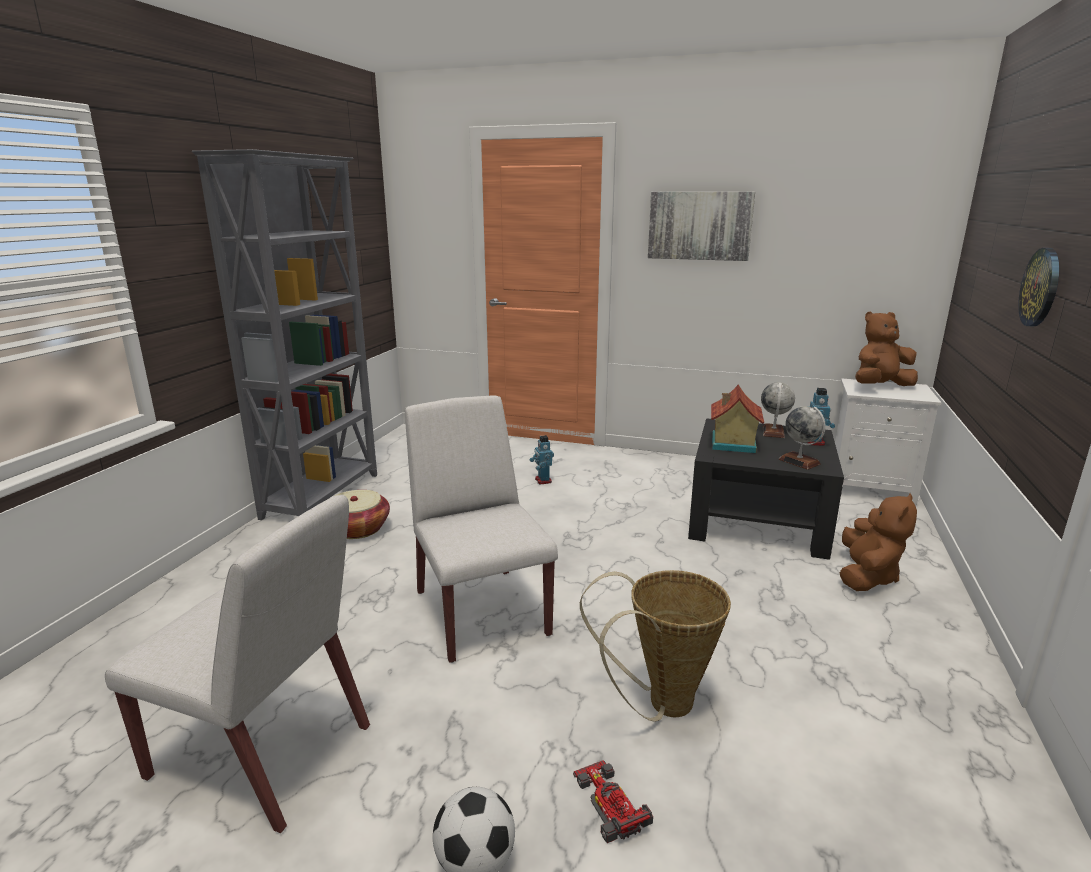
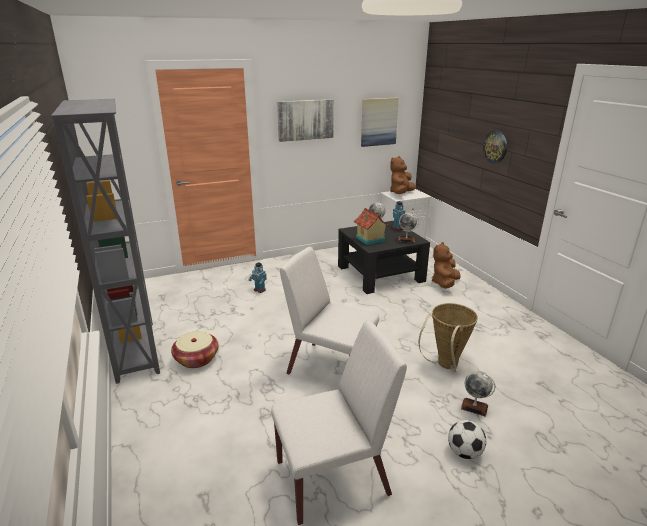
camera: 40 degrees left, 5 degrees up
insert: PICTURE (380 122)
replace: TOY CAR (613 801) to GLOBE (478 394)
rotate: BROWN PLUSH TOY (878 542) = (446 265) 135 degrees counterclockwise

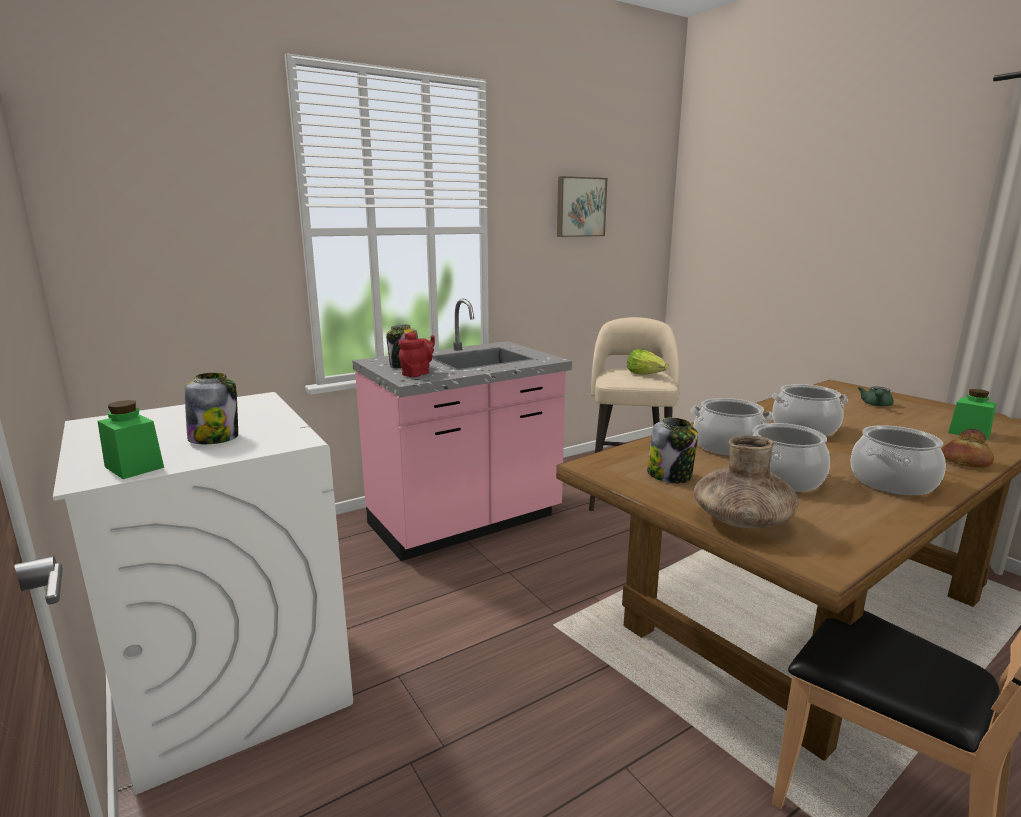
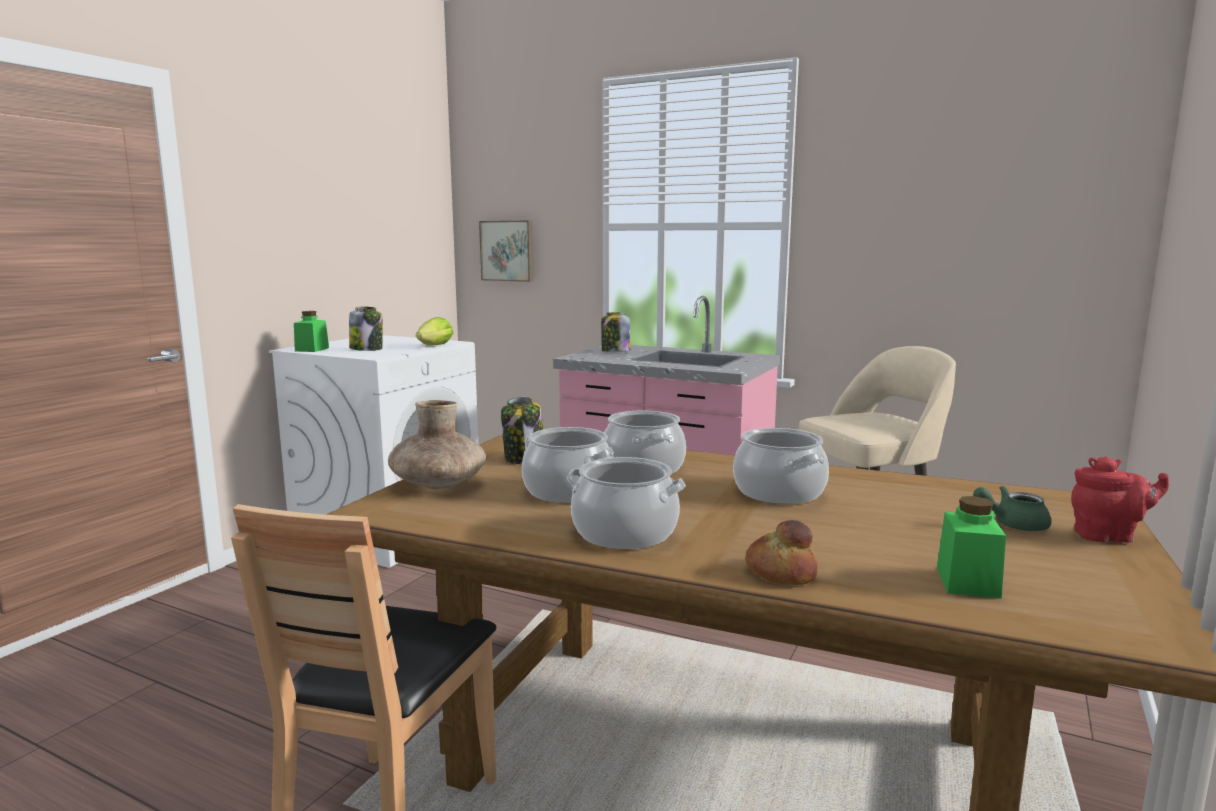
camera: 60 degrees right, 5 degrees down
move: RED TEAPOT (417 354) to (1120 499); PICTURE (582 206) to (506 251); LETTUCE (647 362) to (434 331)

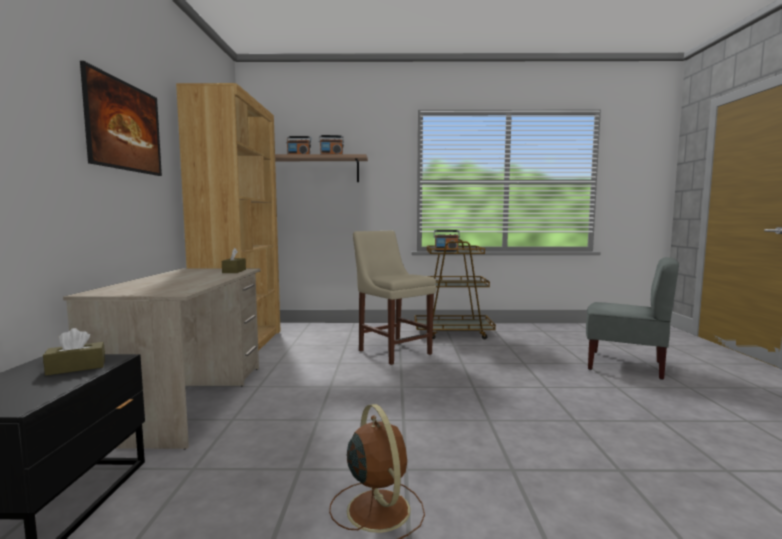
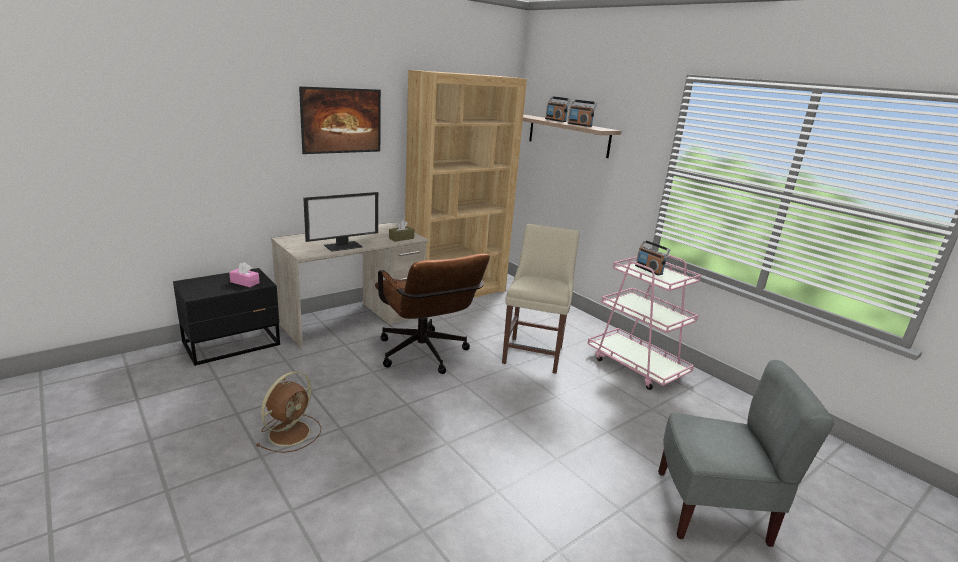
camera: 50 degrees right, 15 degrees up
insert: MONITOR (340 222); BROWN OFFICE CHAIR (432 314)
recolor: BROWN TISSUE BOX (74 352) to PINK TISSUE BOX (244 274); BROWN CART (455 289) to PINK CART (644 321)
rotate: GREY CHAIR (632 318) = (746 453) 75 degrees counterclockwise

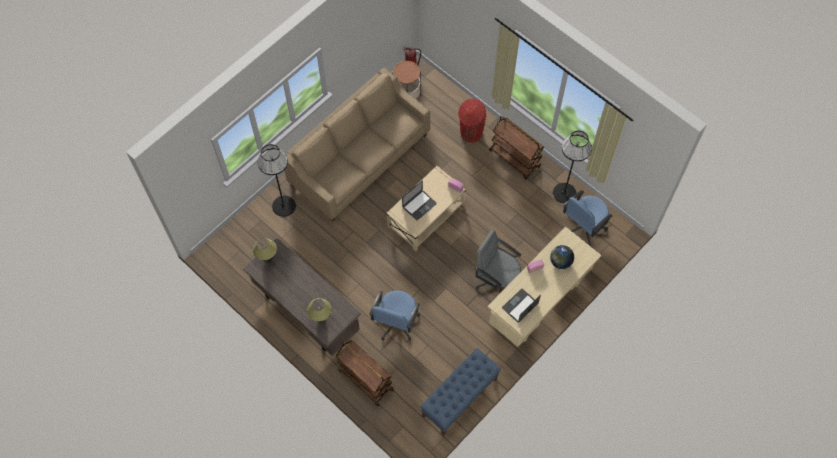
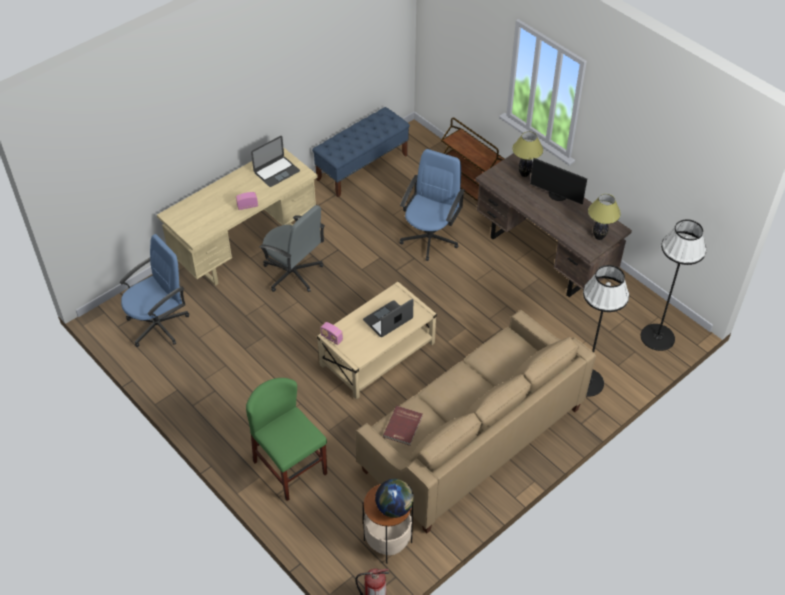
camera: 175 degrees left, 15 degrees down
delete: BROWN CART (516 148)
insert: RED BOOK (403 426); MONITOR (558 181)
move: GLOBE (562 257) to (394 498); BLACK FLOOR LAMP (572 167) to (673 285)
replace: RED TRASH CAN (472 121) to GREEN CHAIR (286 439)

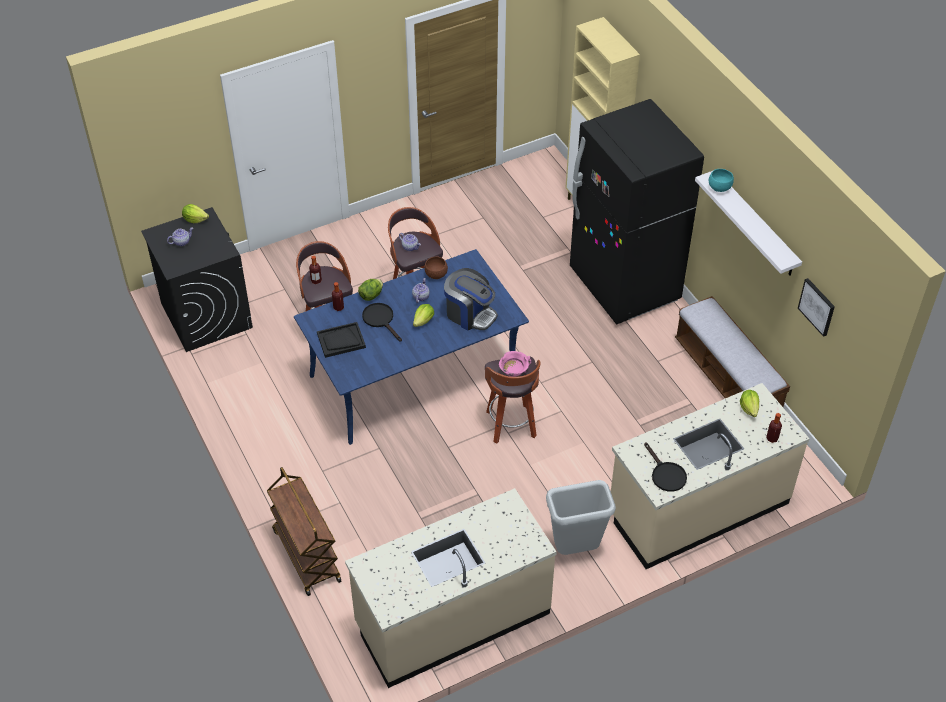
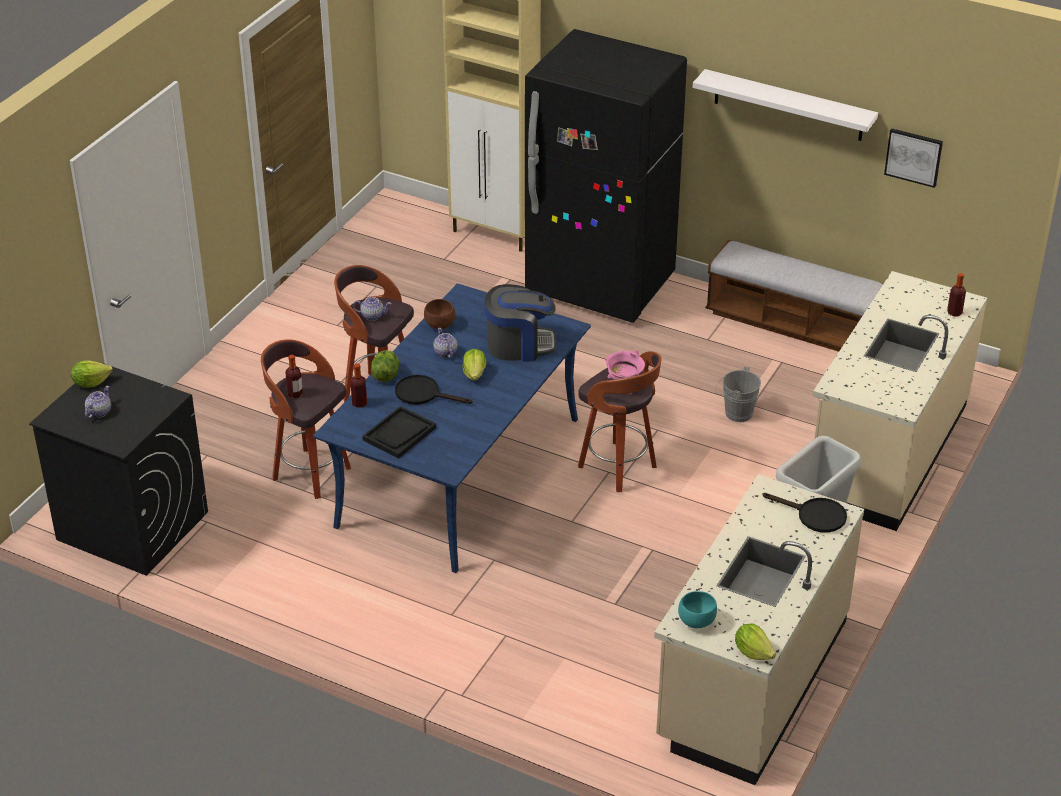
camera: 35 degrees left, 10 degrees down
delete: BROWN CART (304 531)
insert: GREY BUCKET (738 394)
move: BLACK FRYING PAN (665 467) to (805 513); TURQUOISE BOWL (721 180) to (697 609); LETTUCE (749 403) to (755 642)

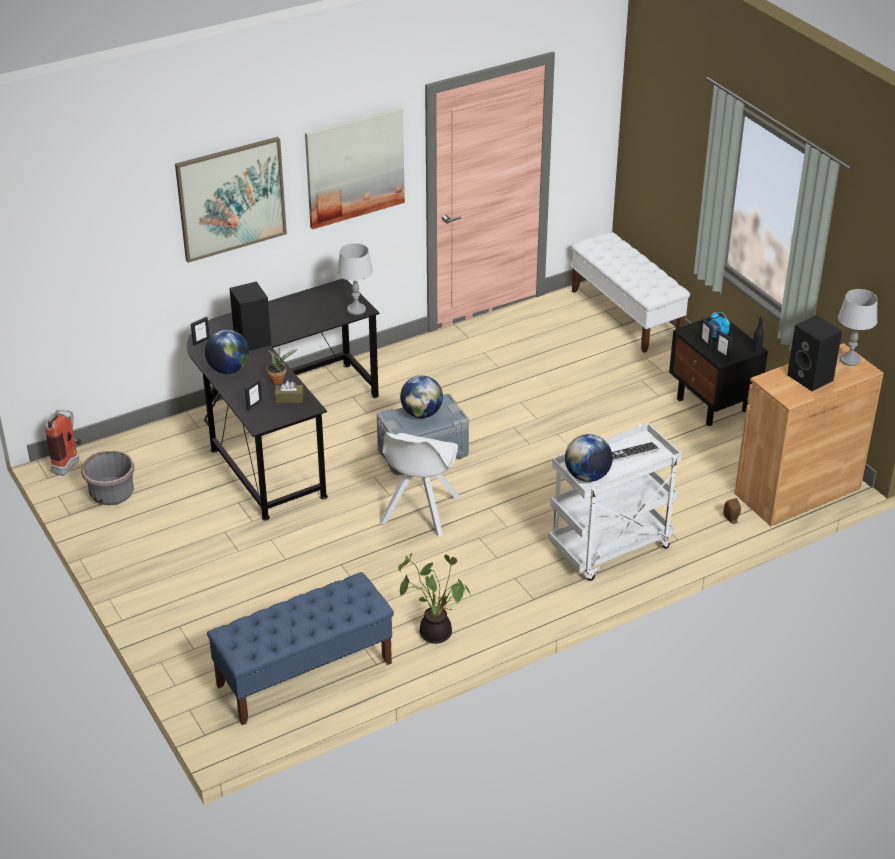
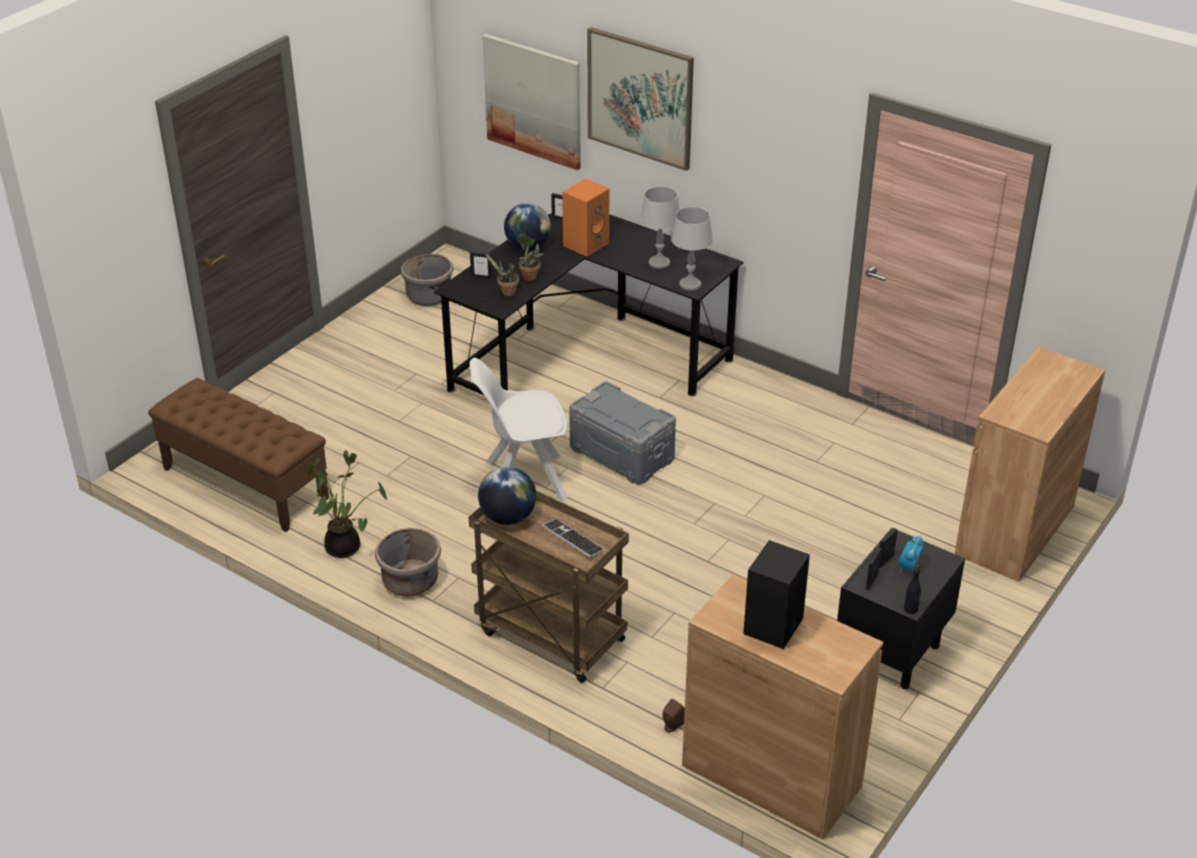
camera: 65 degrees right, 0 degrees up
delete: FIRE EXTINGUISHER (63 442); GLOBE (421 396)
insert: GREY PLANTER (408 562)
move: PICTURE (355 168) to (531 102); GREY TABLE LAMP (858 327) to (660 227)
replace: BROWN TISSUE BOX (289 391) to POTTED PLANT (502 274); WHITE BENCH (630 292) to BROWN CABINET (1029 464)
recolor: BLUE BENCH (300 648) to BROWN BENCH (238 455); BLACK SPEAKER (250 316) to ORANGE SPEAKER (585 217); WHITE CART (615 502) to BROWN CART (549 587)

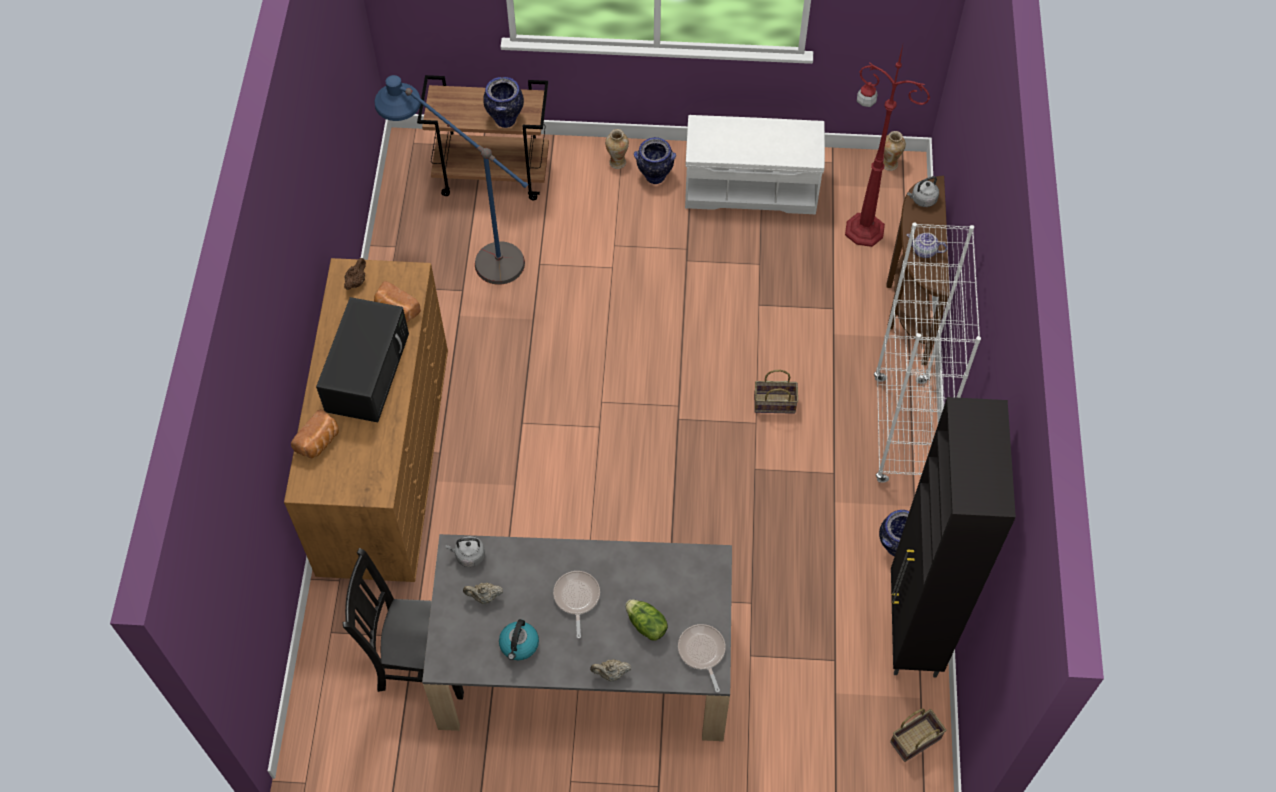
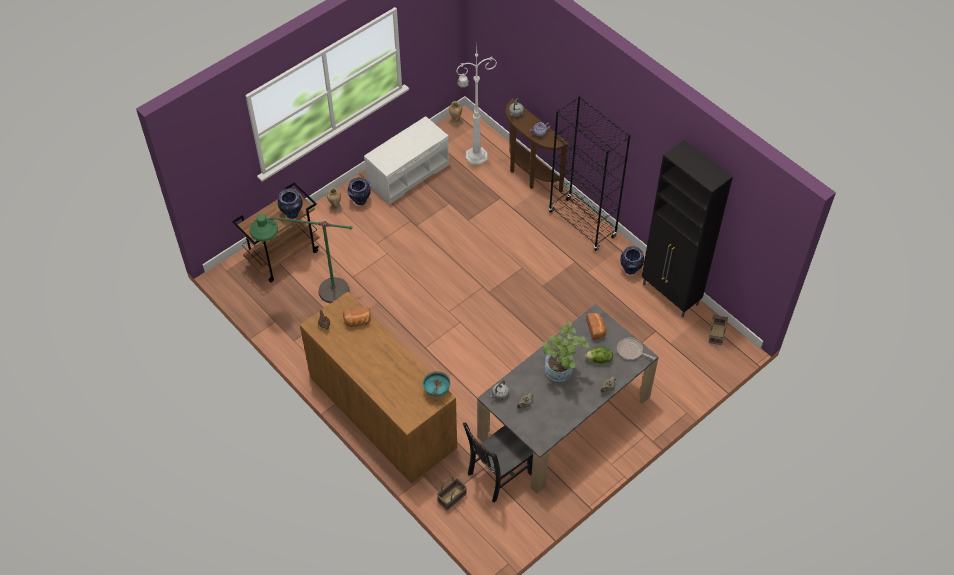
camera: 45 degrees left, 5 degrees down
delete: BLACK MICROWAVE (362 359); KETTLE (519 639)
insert: TURQUOISE BOWL (437 384)
move: BREAD (315 434) to (596 326); BASKET (776 392) to (452 493)
replace: FRYING PAN (576 604) to POTTED PLANT (566 351)
recolor: BLUE FLOOR LAMP (451 179) to GREEN FLOOR LAMP (301 258); RED FLOOR LAMP (887 146) to WHITE FLOOR LAMP (476 104); WHITE BOOKCASE (927 352) to BLACK BOOKCASE (590 173)

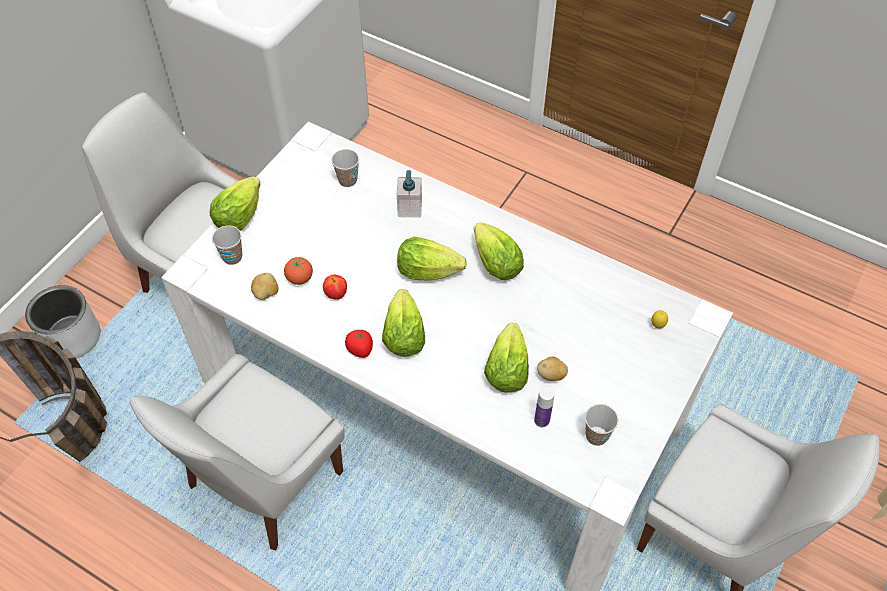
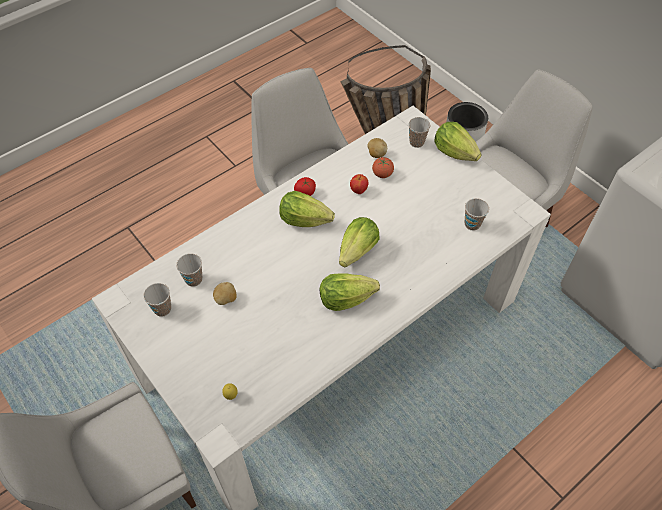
camera: 110 degrees right, 0 degrees up
delete: SOAP DISPENSER (409 194); LETTUCE (506 358)
replace: BOTTLE (544 407) to CUP (189 270)

